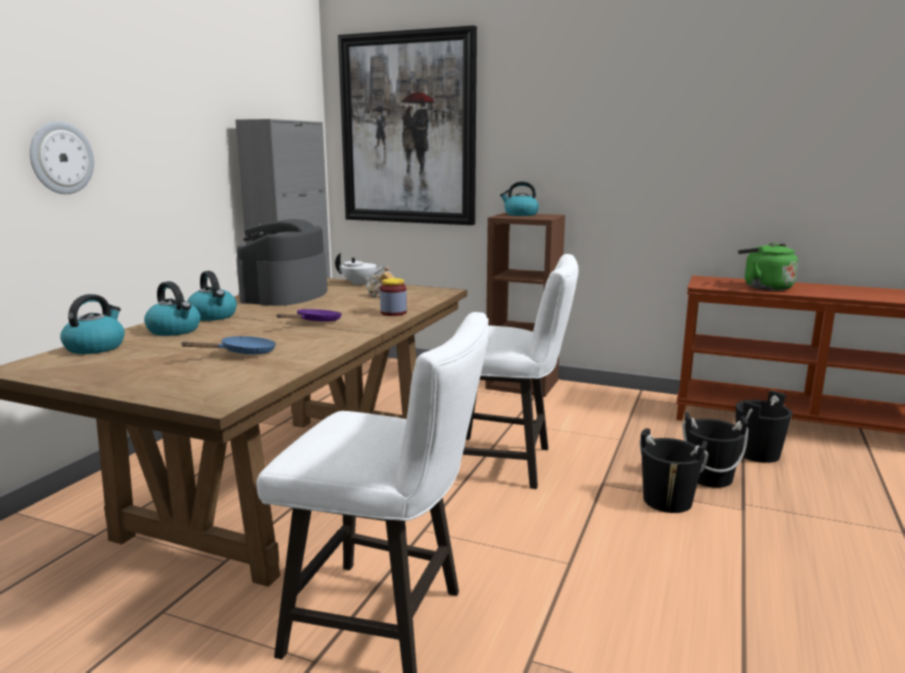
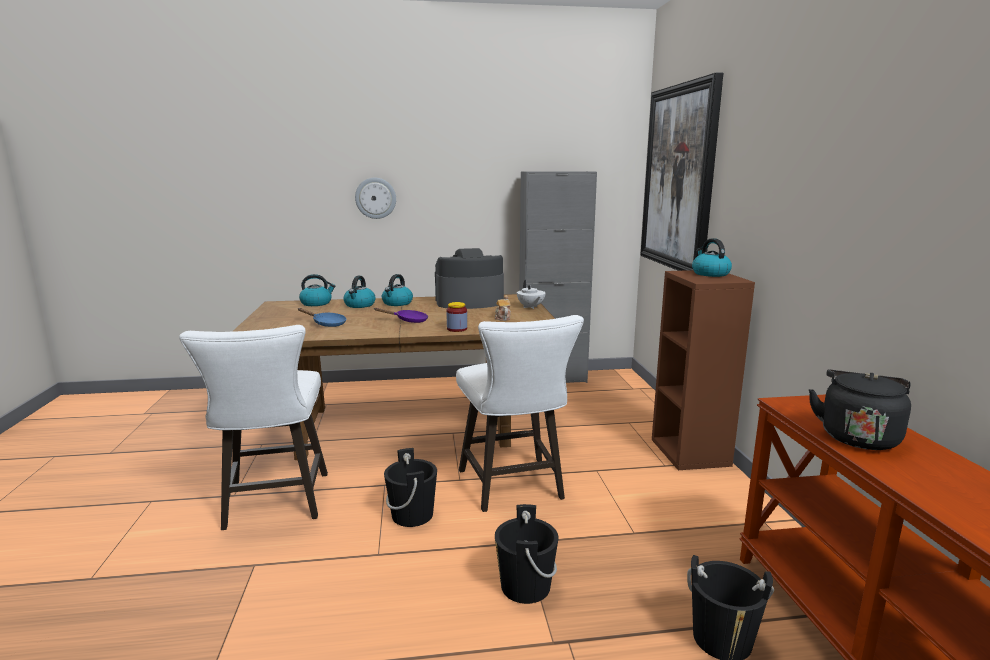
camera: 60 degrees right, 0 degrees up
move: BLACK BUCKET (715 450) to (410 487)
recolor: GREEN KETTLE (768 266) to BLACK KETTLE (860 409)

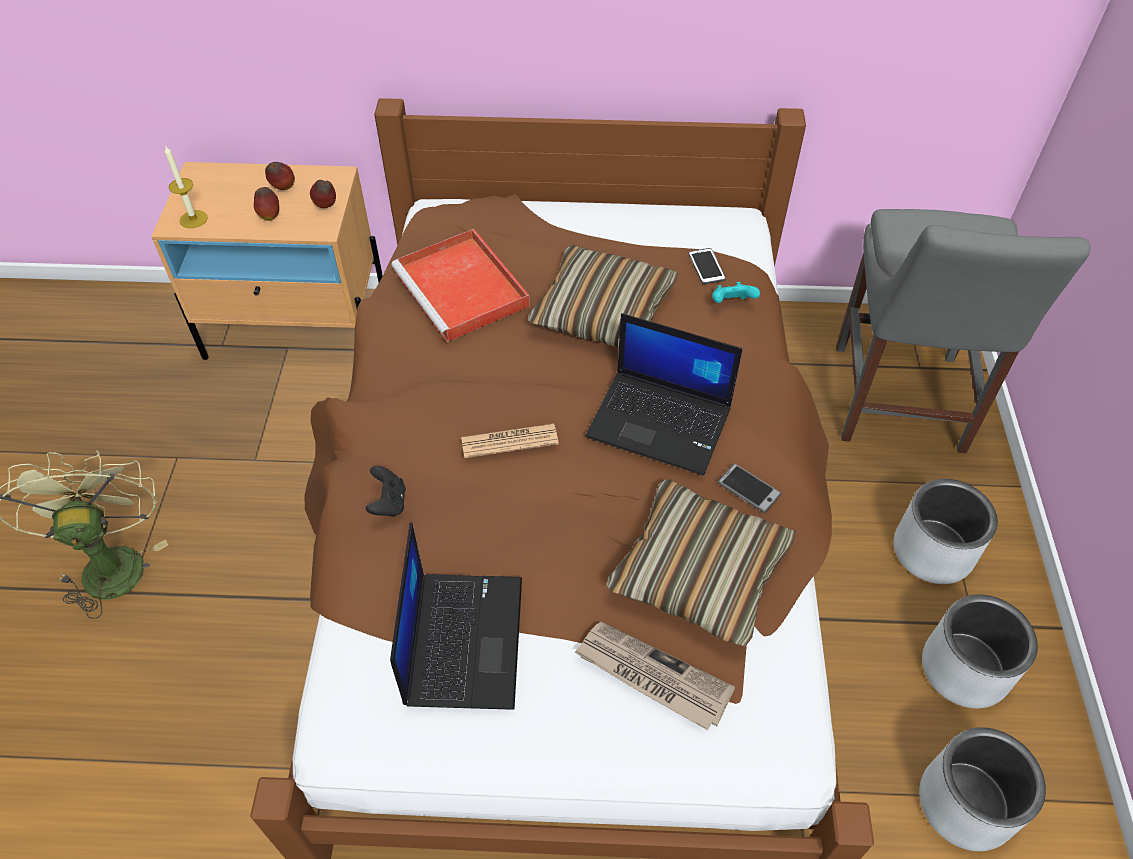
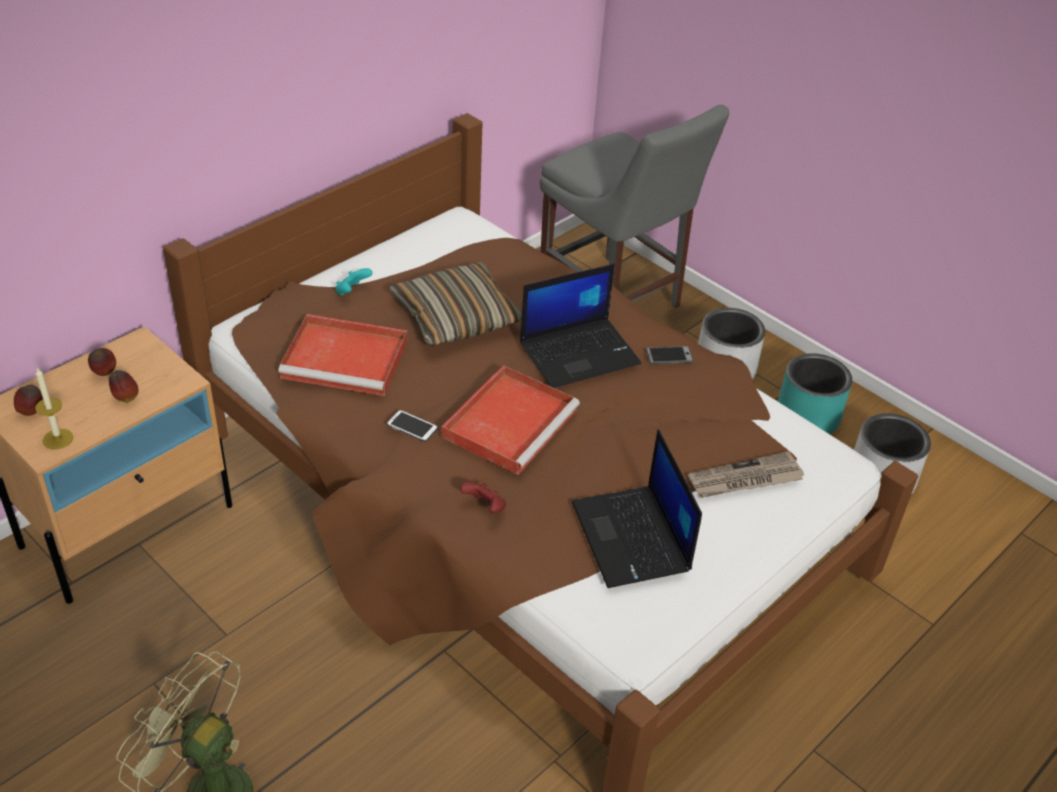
camera: 50 degrees left, 10 degrees down
delete: PILLOW (701 562)
move: APPLE (323 194) to (28 400); PHONE (707 266) to (412 426); TURQUOISE GAME CONTROLLER (736 292) to (353 281)
replace: NEWSPAPER (510 441) to RED TRAY (511 420)
recolor: BLACK GAME CONTROLLER (386 491) to RED GAME CONTROLLER (483 497); GREY PLANTER (980 651) to TURQUOISE PLANTER (815 393)
rotate: LAPTOP (456 616) = (637 508) 150 degrees counterclockwise

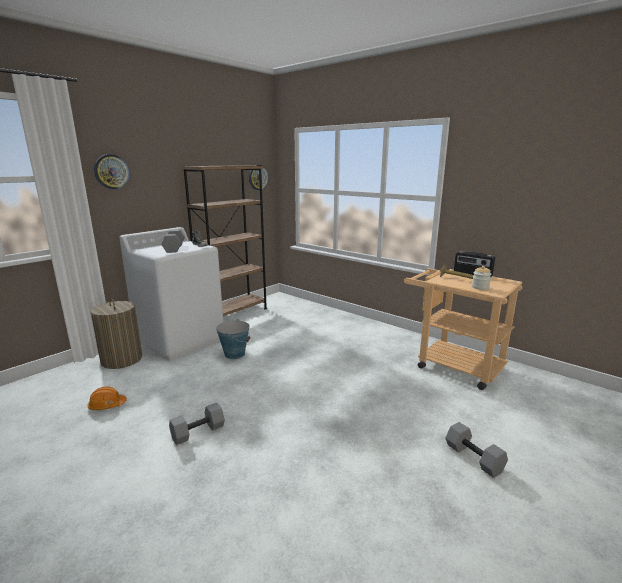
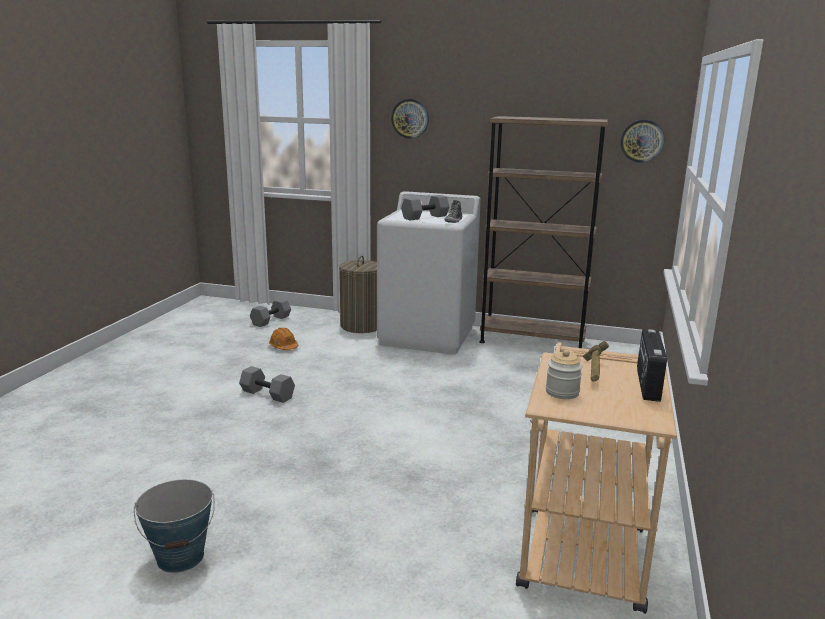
camera: 65 degrees right, 0 degrees up
move: BUCKET (233 339) to (174 526); GREY DUMBBELL (477 450) to (270 312)

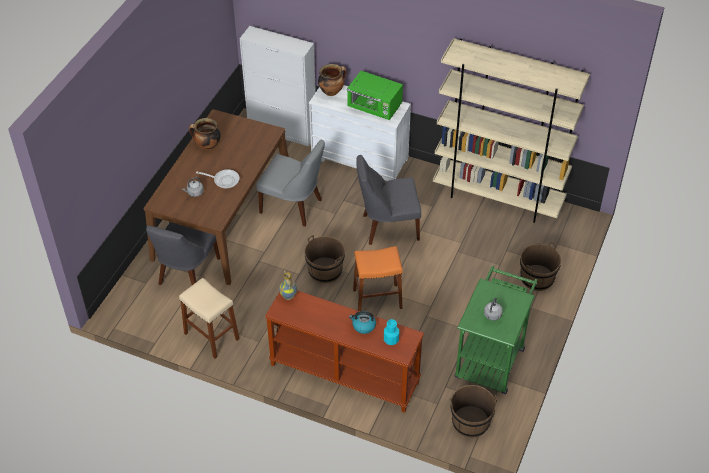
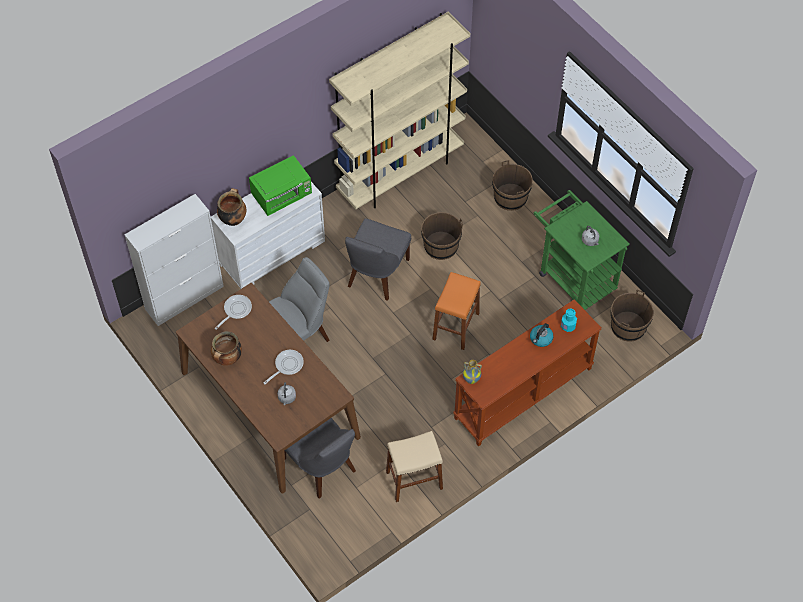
camera: 60 degrees left, 10 degrees up
insert: FRYING PAN (233 312)
move: BROWN BUCKET (324 259) to (442 236)

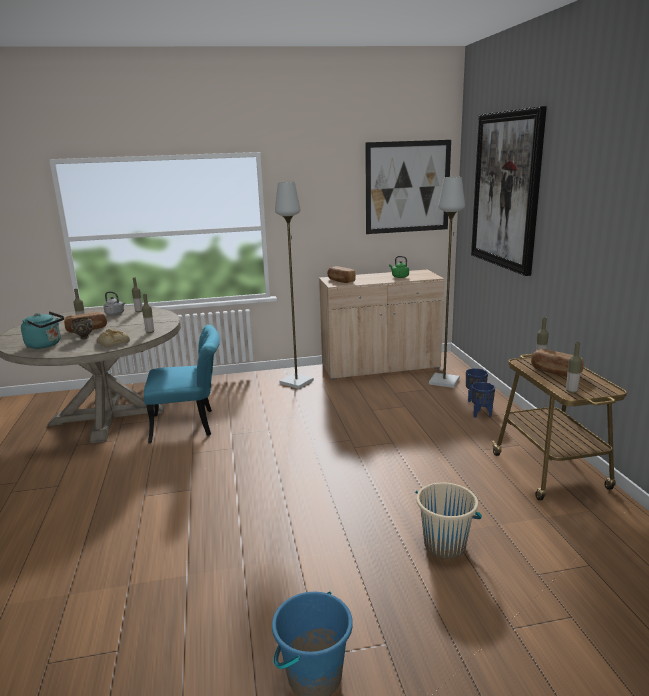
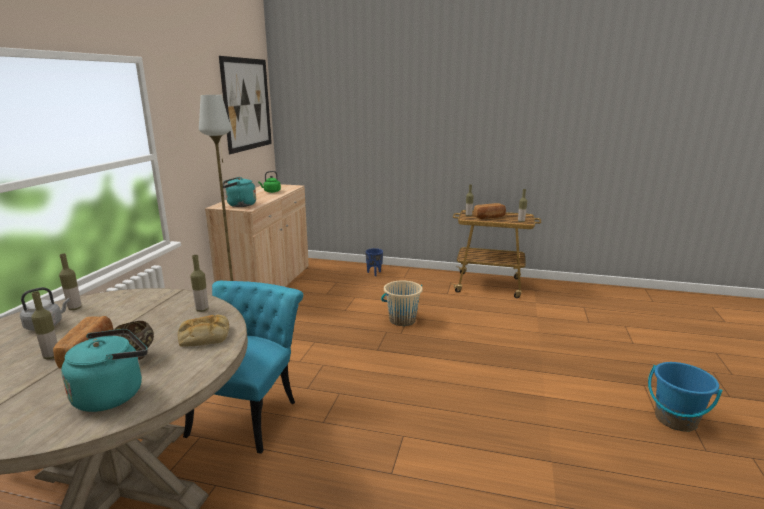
camera: 65 degrees left, 0 degrees up
delete: GREY FLOOR LAMP (447 282); PICTURE (509 191); BLUE PLANTER (483 400)
move: BEIGE BUCKET (448 521) to (402 303)
replace: BREAD (341 274) to TURQUOISE KETTLE (239 192)

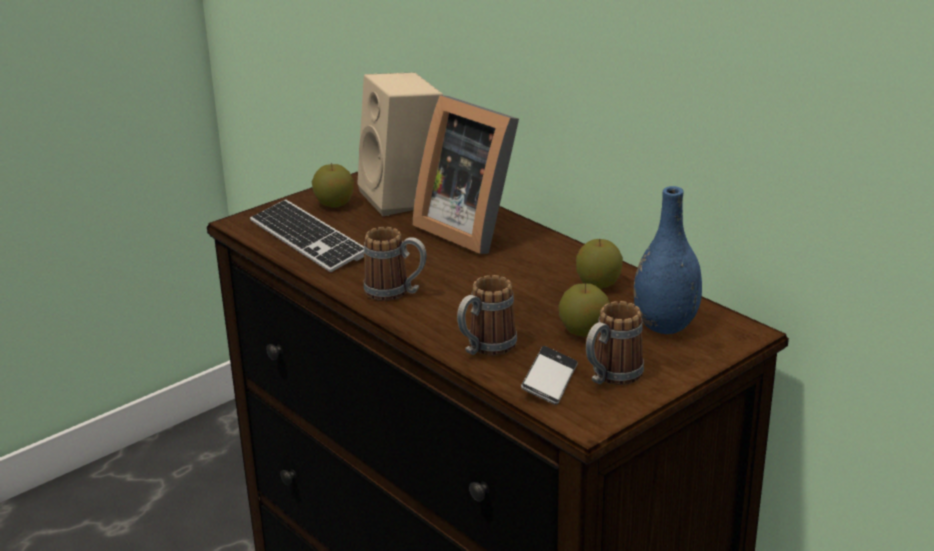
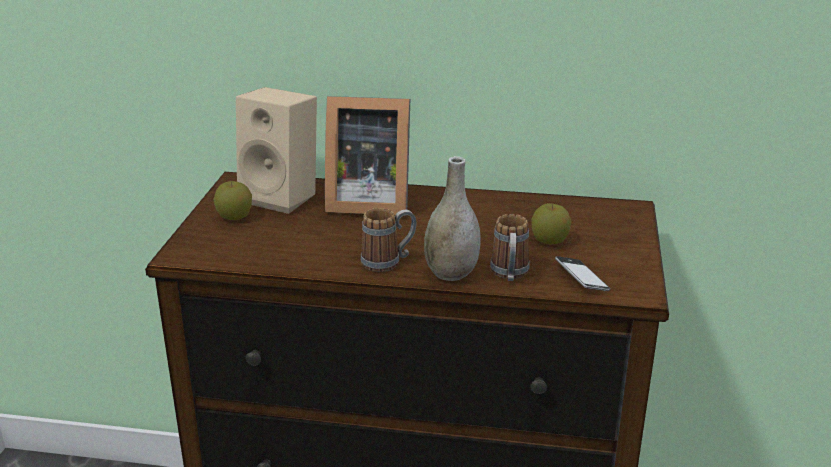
camera: 40 degrees left, 0 degrees up
delete: KEYBOARD (307 235); APPLE (599 264); MUG (615 343); BLUE VASE (668 260)
insert: GREY VASE (452 218)

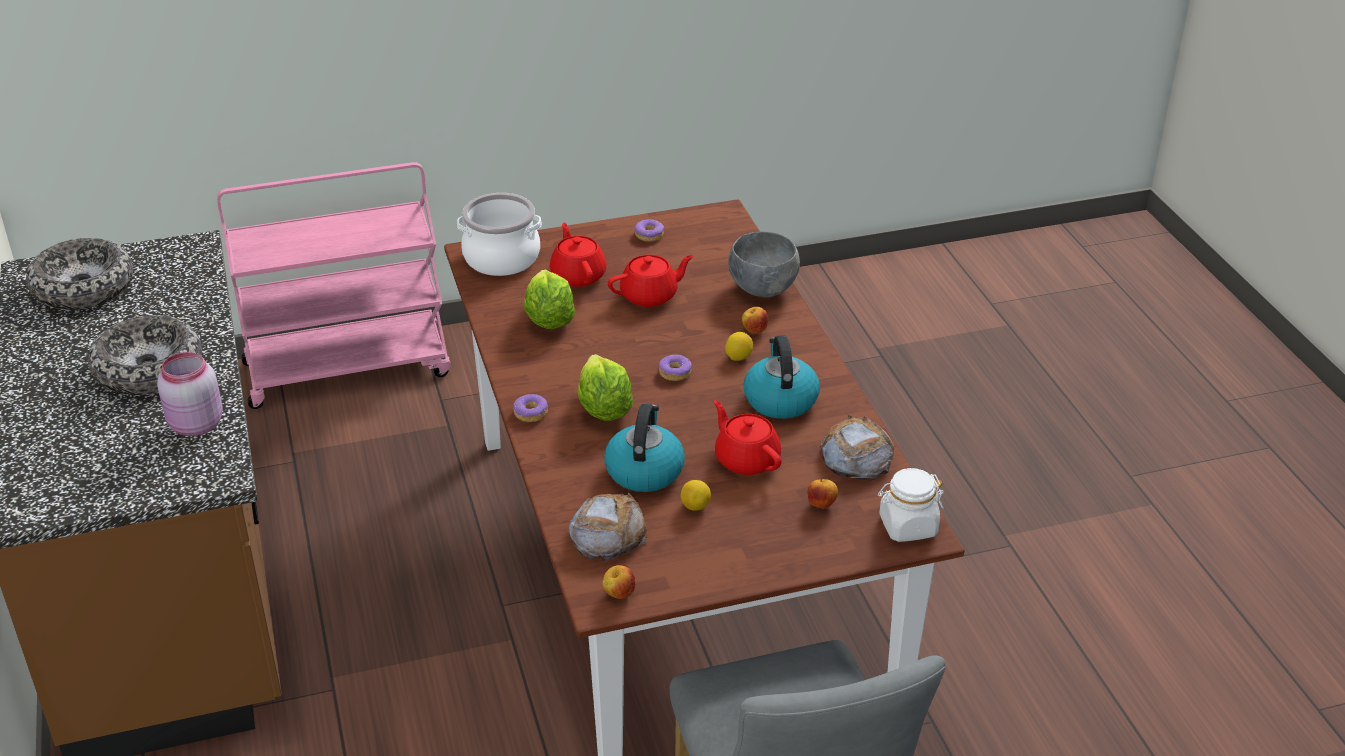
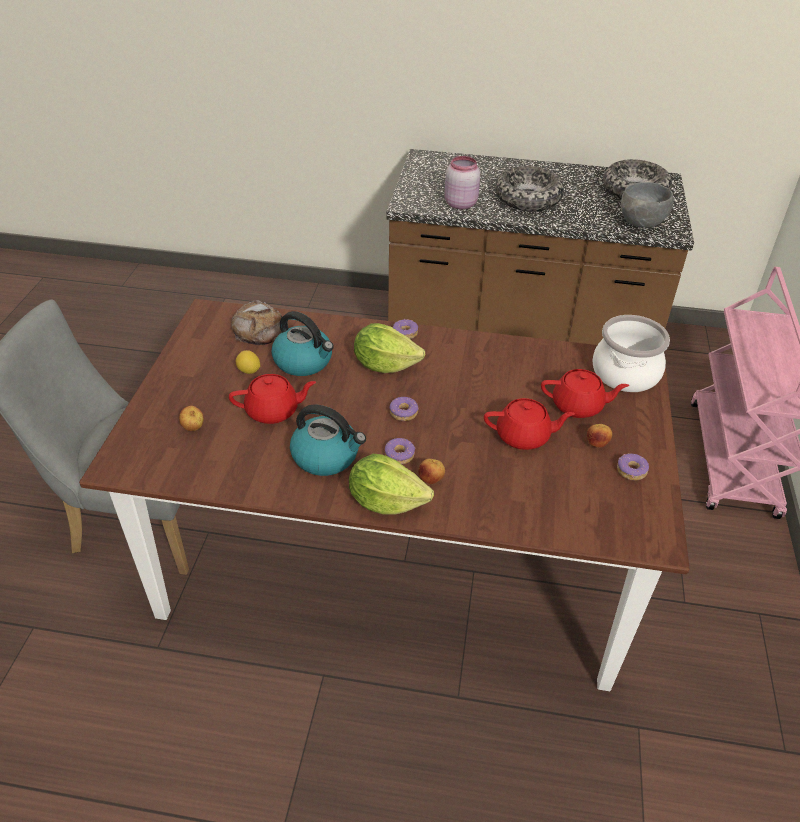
camera: 115 degrees right, 5 degrees up
delete: BREAD (857 448); WHITE JAR (911 505)
move: LETTUCE (549 299) to (391 484); APPLE (618 582) to (599 436); GREY BOWL (764 264) to (647 205)
replace: LEMON (739 346) to DONUT (400 451)
rotate: RED TEAPOT (651 281) = (529 424) 90 degrees counterclockwise

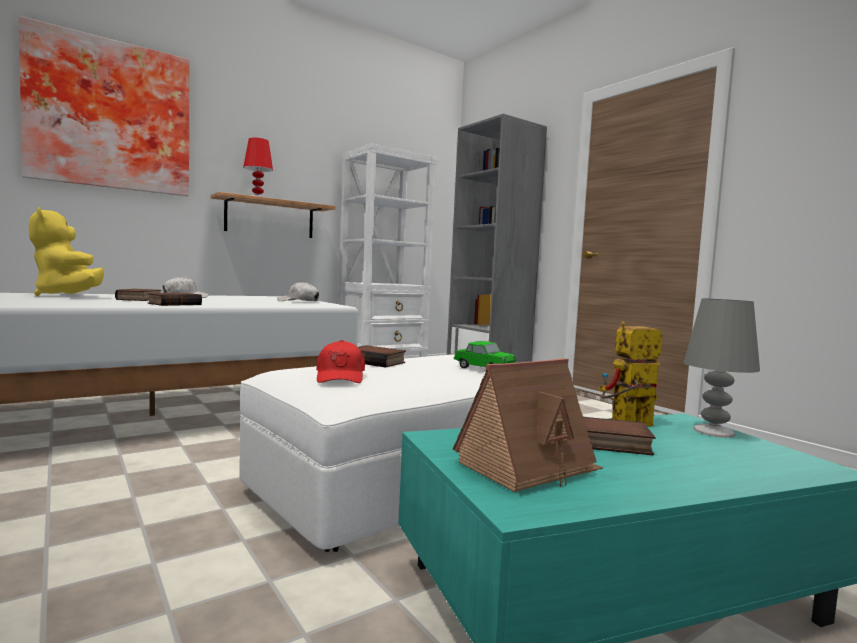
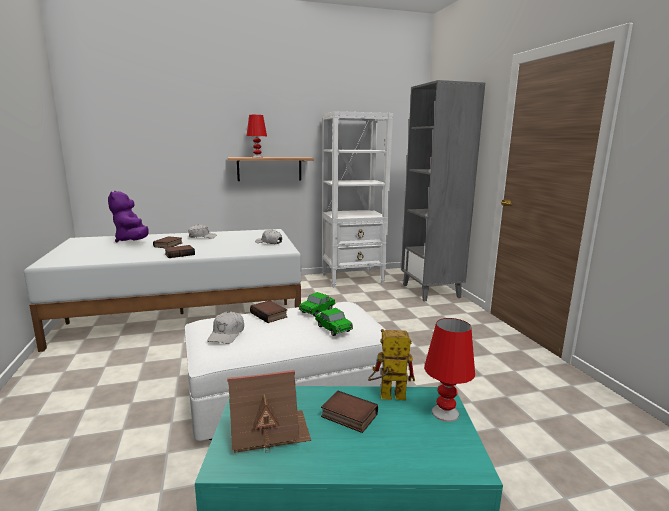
camera: 20 degrees right, 10 degrees up
delete: PICTURE (103 106)
insert: TOY CAR (317 304)
recolor: YELLOW PLUSH TOY (66 251) to PURPLE PLUSH TOY (128 217); RED CAP (340 361) to WHITE CAP (225 328); GREY TABLE LAMP (722 368) to RED TABLE LAMP (449 370)

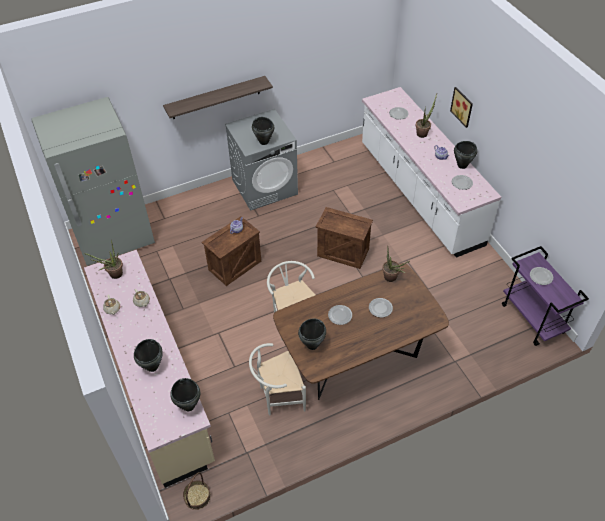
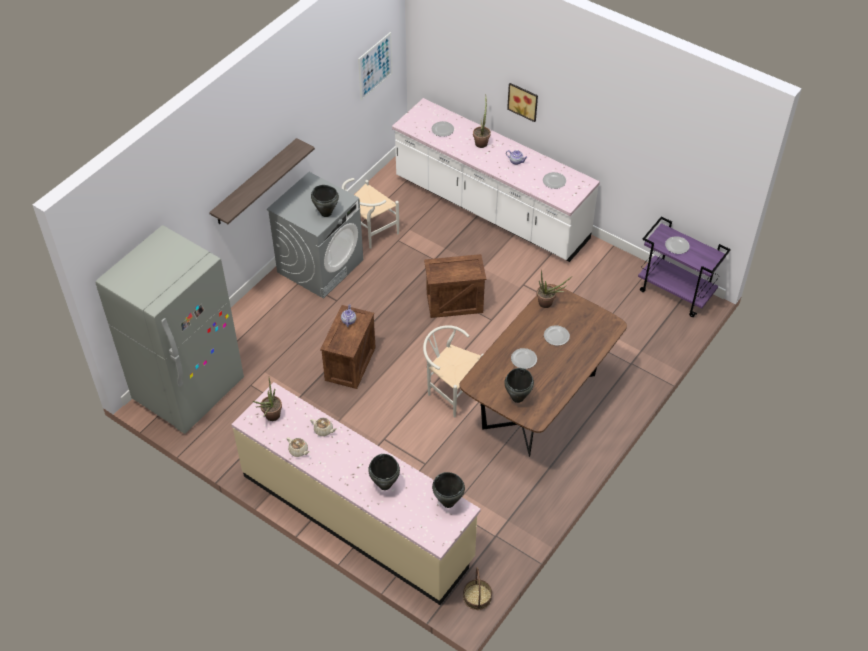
camera: 30 degrees left, 0 degrees up
delete: BLACK COOKING POT (465 155)
insert: PICTURE (375 66)
move: WHITE CHAIR (277 379) to (370 213)

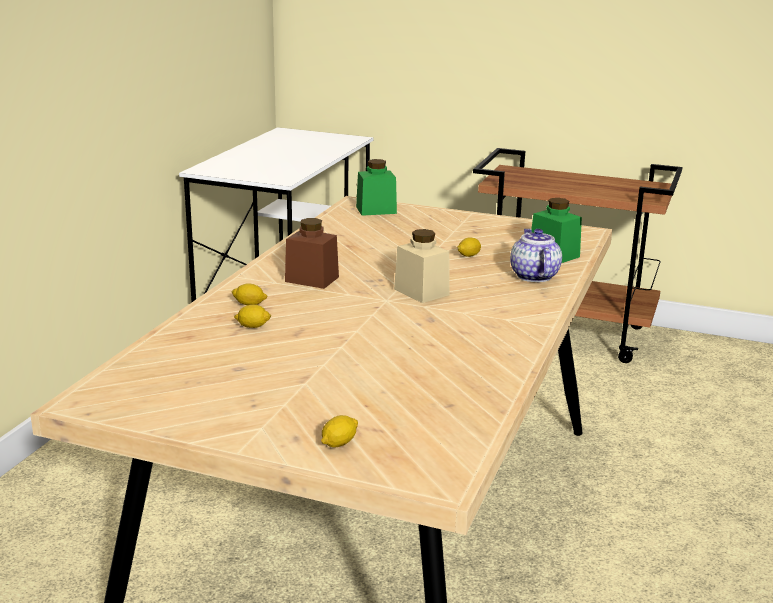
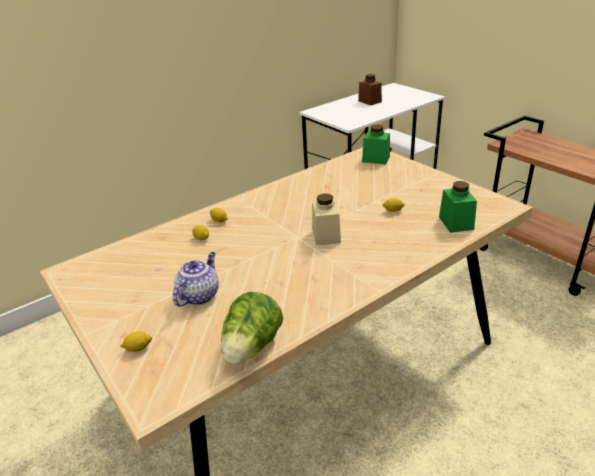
camera: 35 degrees right, 10 degrees up
insert: LETTUCE (252 328)
move: BROWN JAR (312 253) to (370 90); TEAPOT (536 255) to (196 279)

